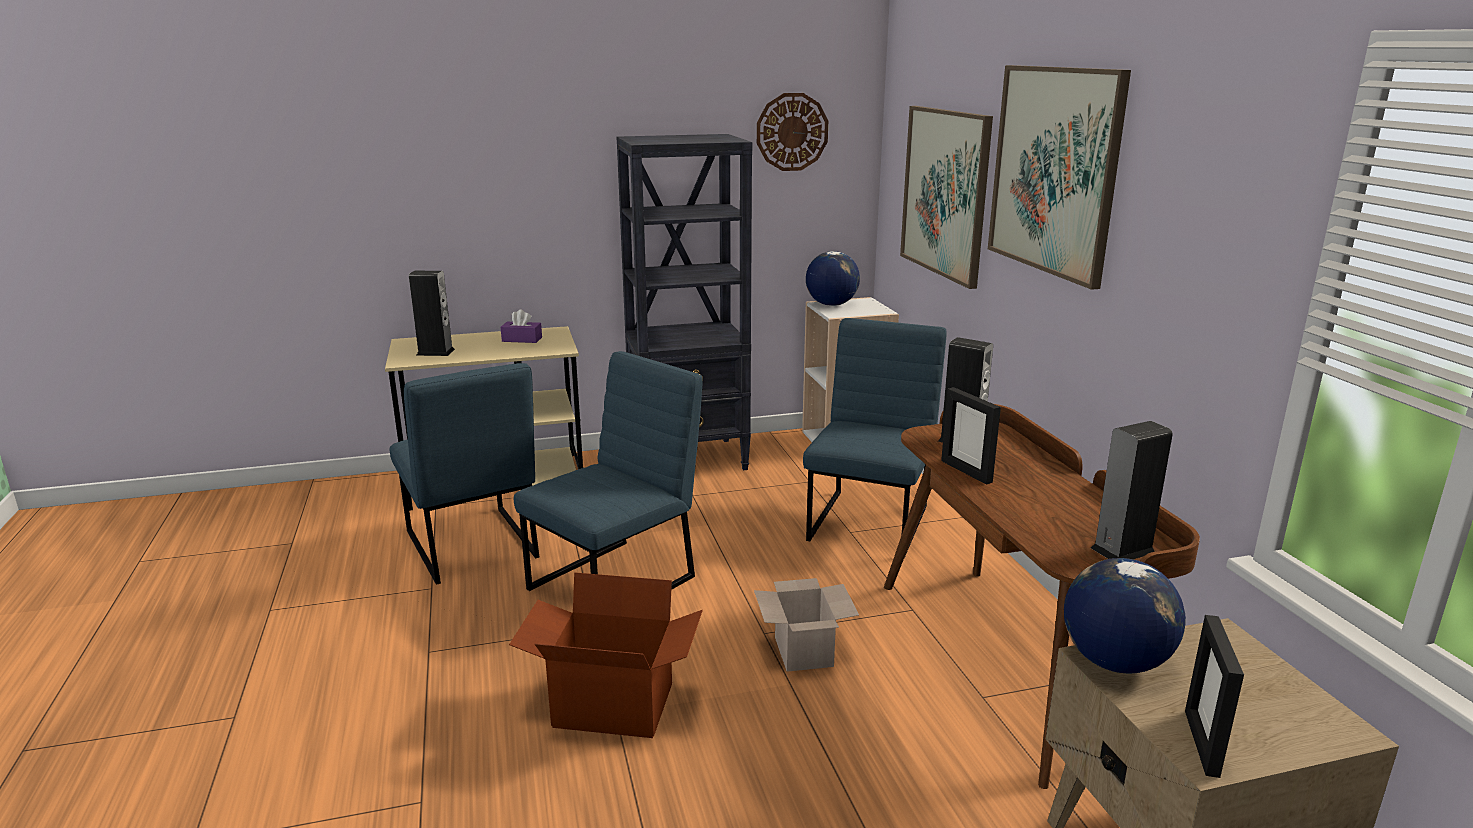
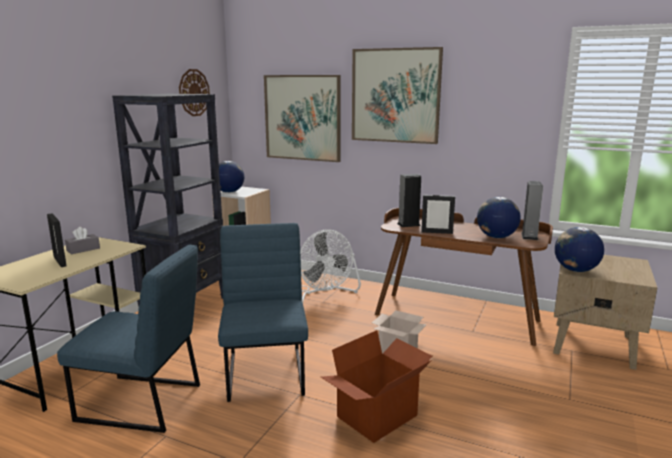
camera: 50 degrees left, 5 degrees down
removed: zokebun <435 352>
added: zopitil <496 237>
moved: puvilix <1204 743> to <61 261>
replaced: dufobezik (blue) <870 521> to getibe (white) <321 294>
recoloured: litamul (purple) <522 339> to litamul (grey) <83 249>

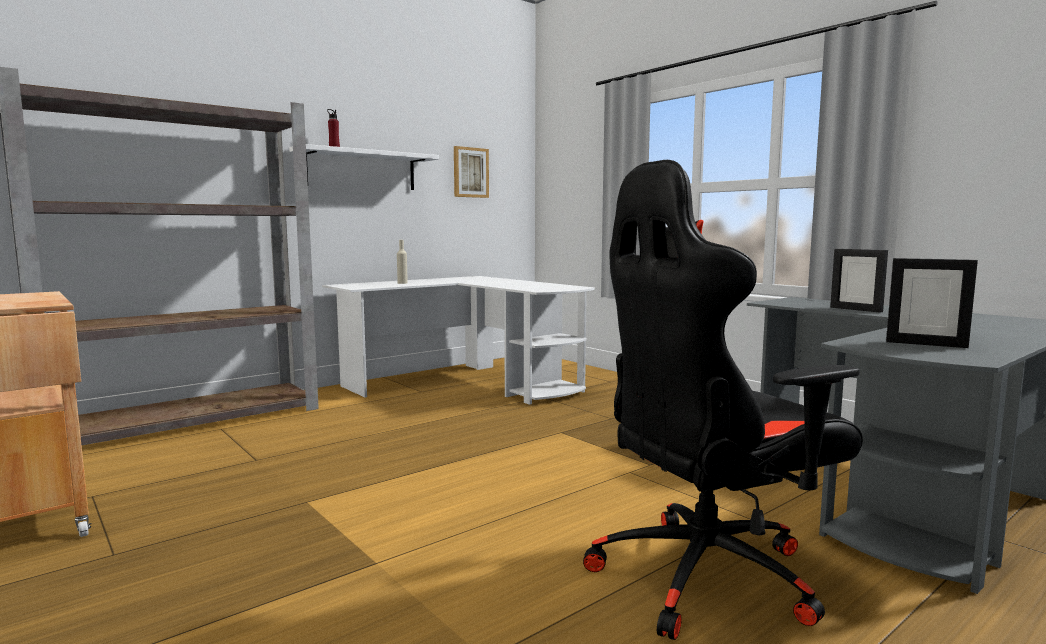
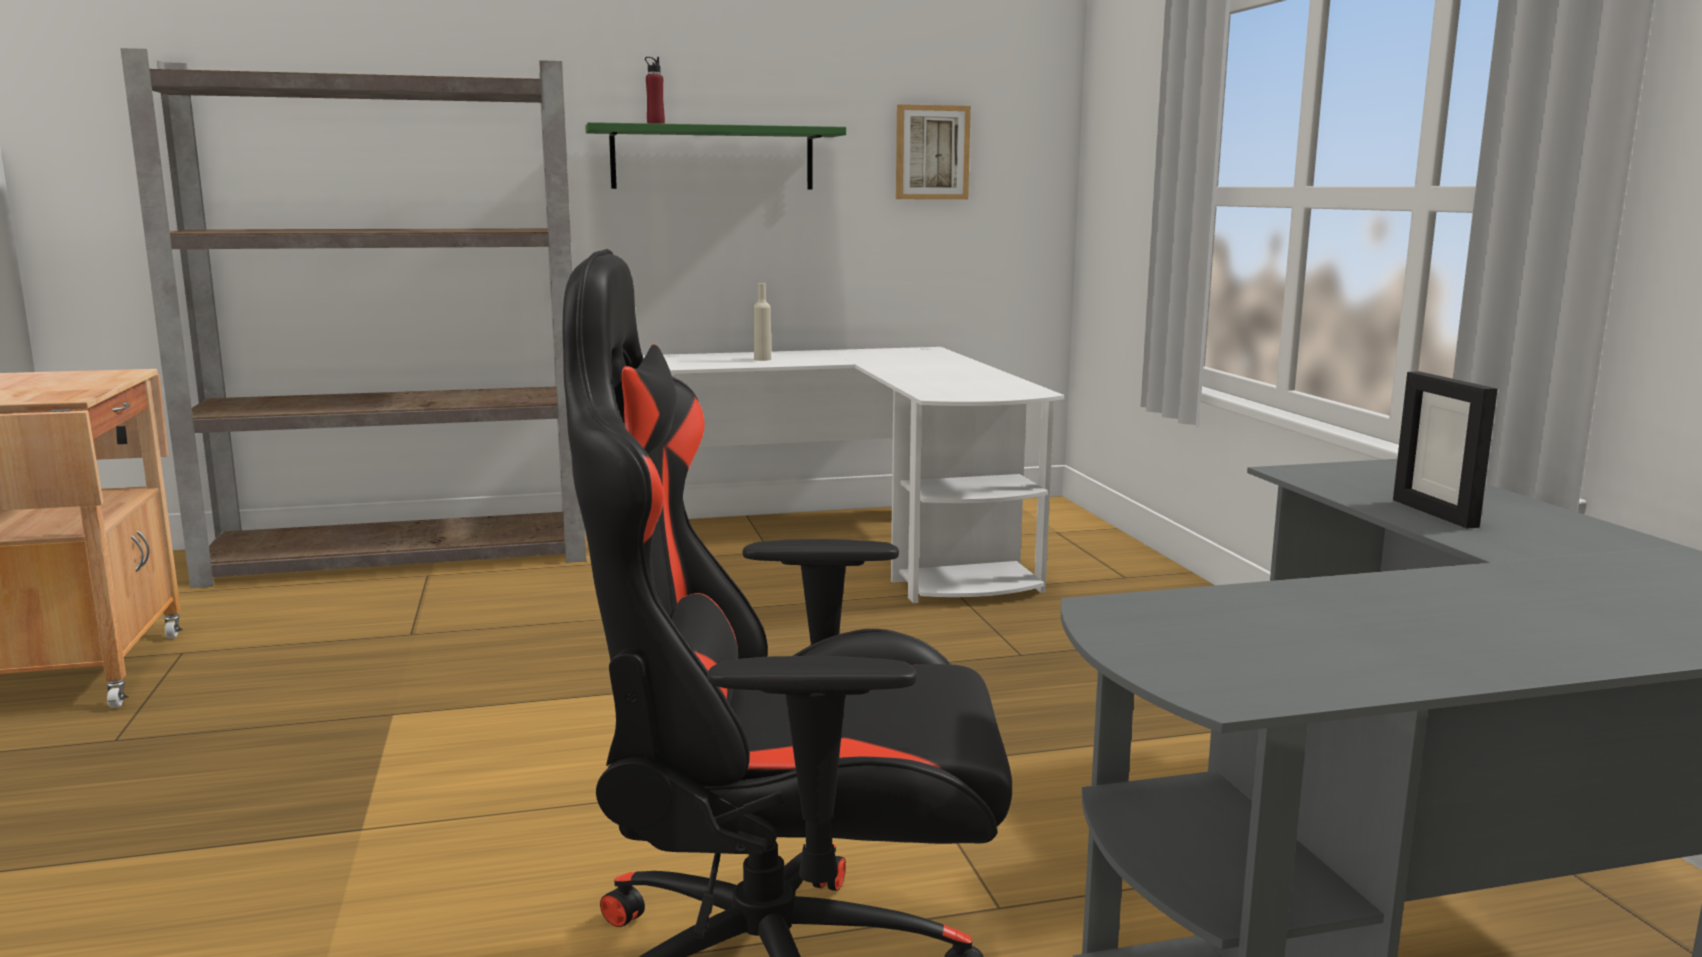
camera: 25 degrees right, 5 degrees up
removed: puvilix <925 344>
recoloured: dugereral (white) <361 170> to dugereral (green) <713 158>

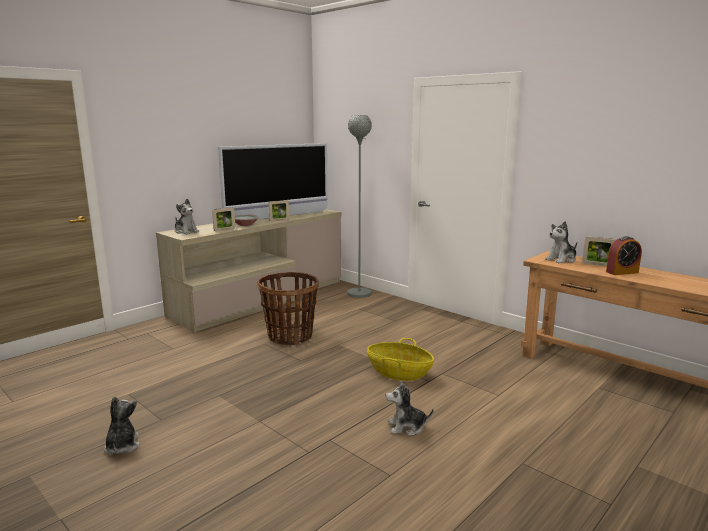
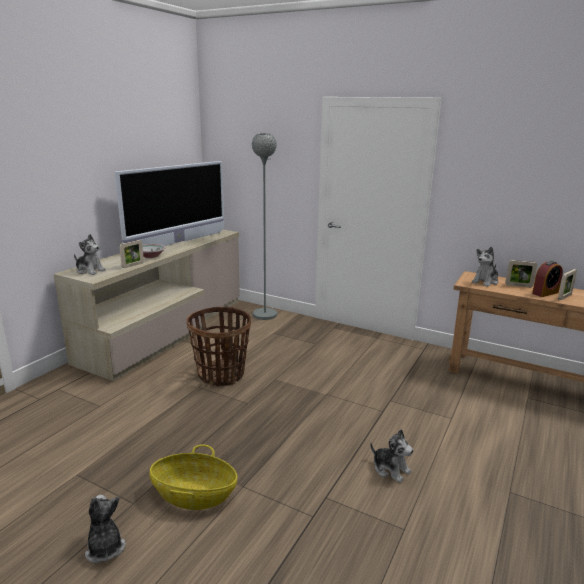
camera: 15 degrees left, 5 degrees up
moved: puvilix <279 220> to <564 297>; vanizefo <399 373> to <194 495>
turned: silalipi <407 427> = <390 469> 120 degrees counterclockwise

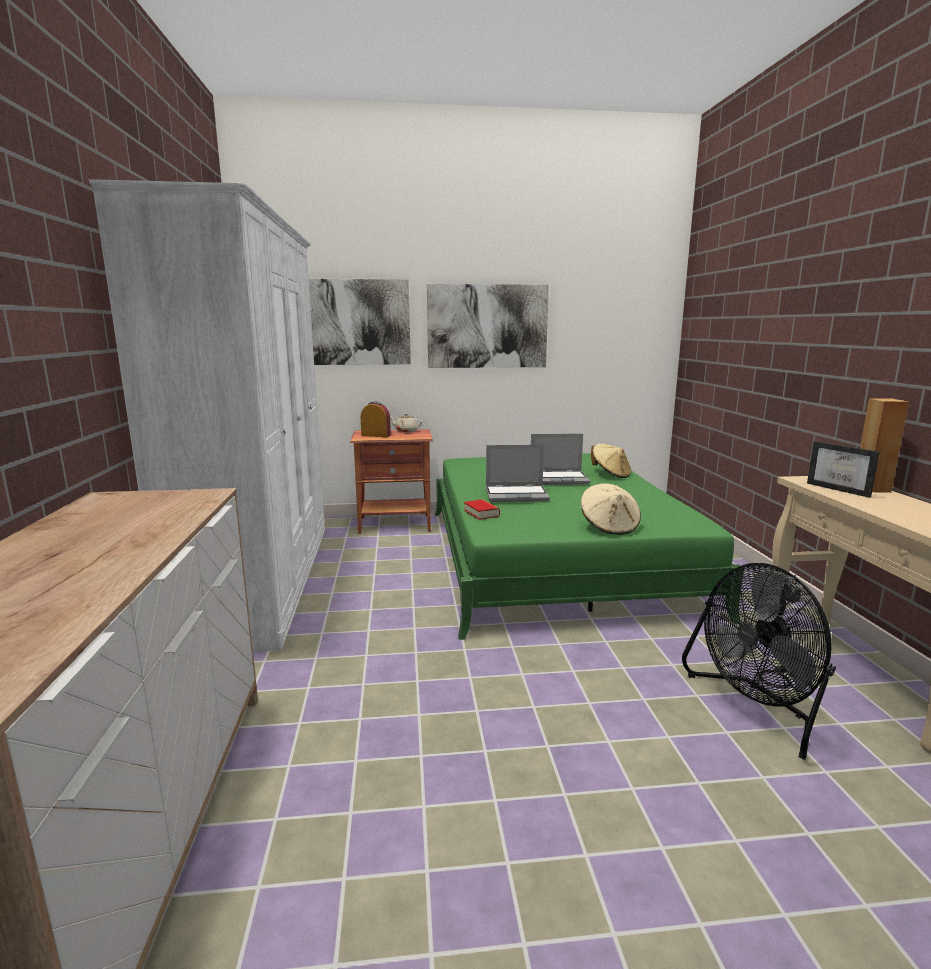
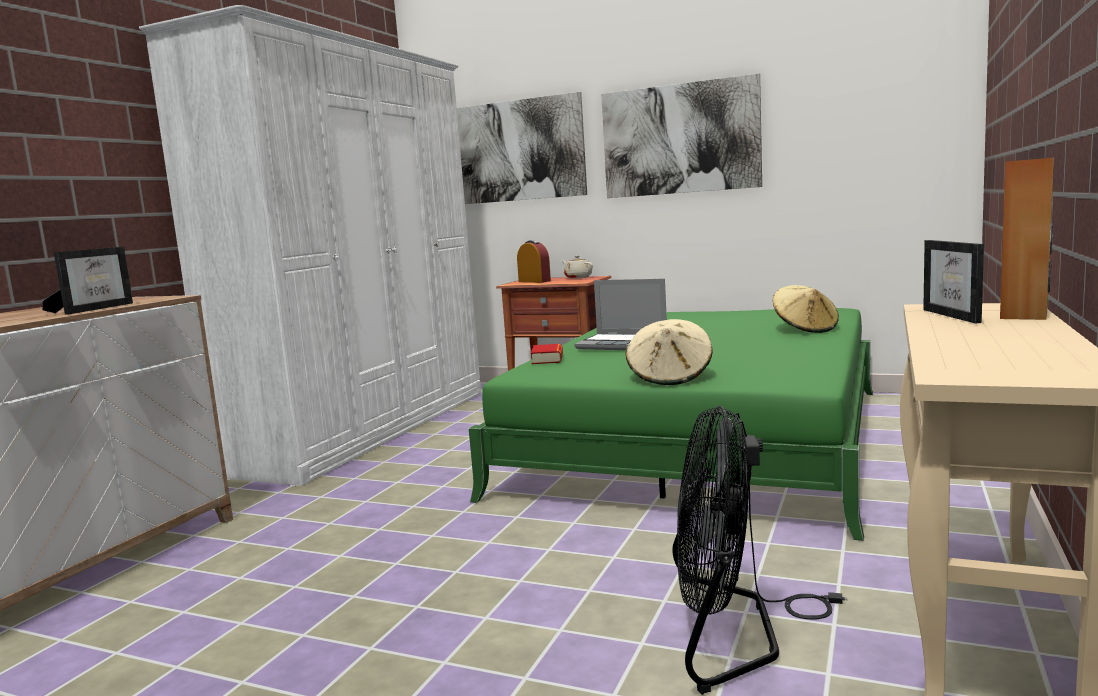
camera: 30 degrees right, 5 degrees down
removed: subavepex <559 479>
added: puvilix <95 309>

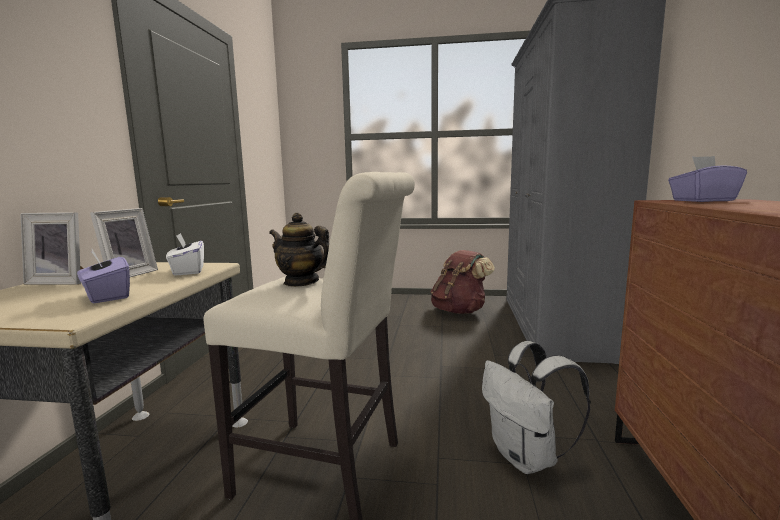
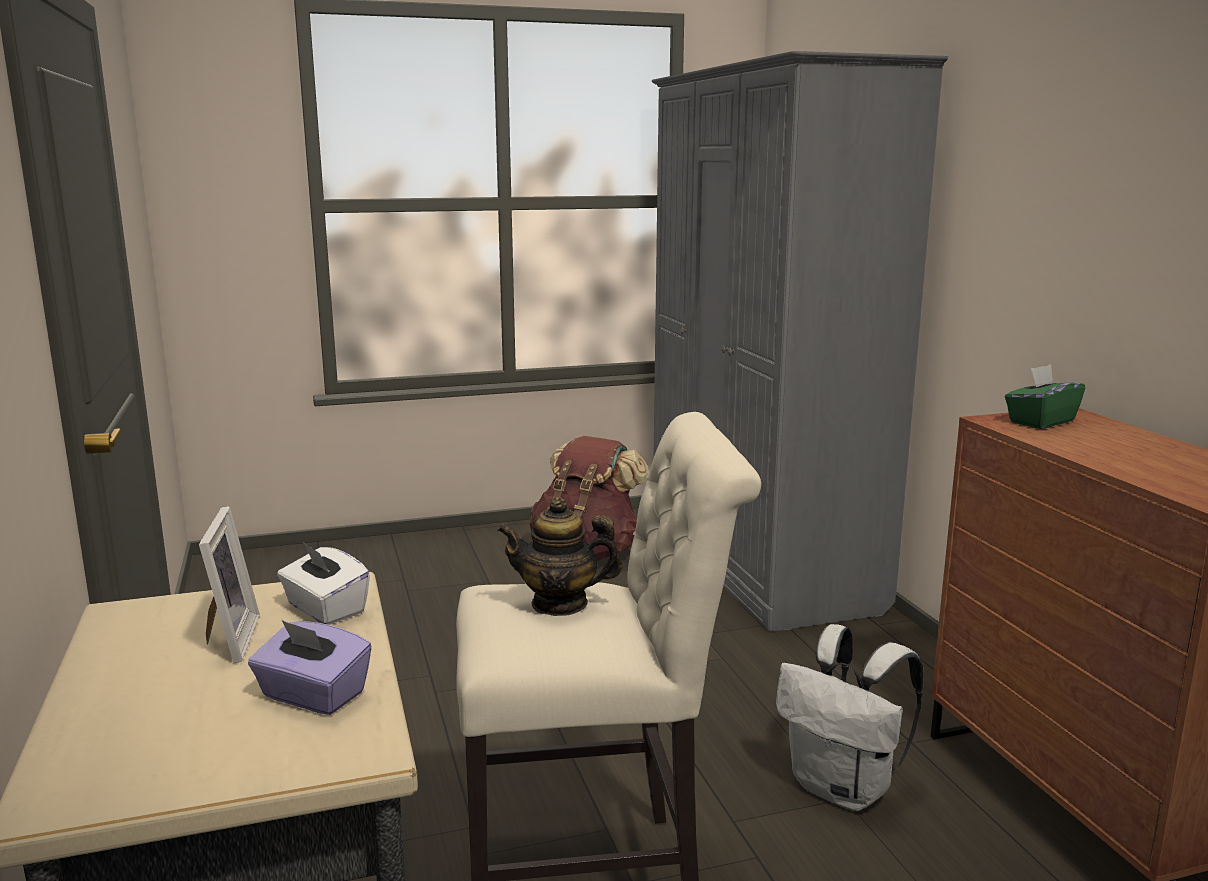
camera: 25 degrees left, 5 degrees up
removed: puvilix <61 281>
recoloured: litamul (purple) <702 200> to litamul (green) <1040 422>

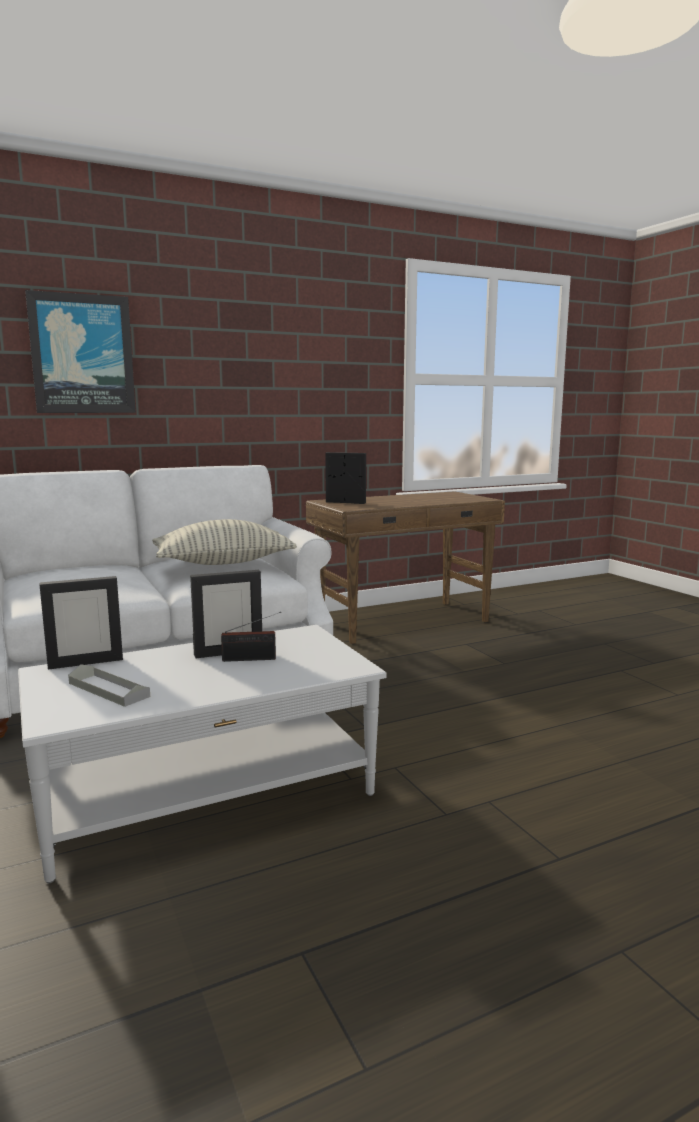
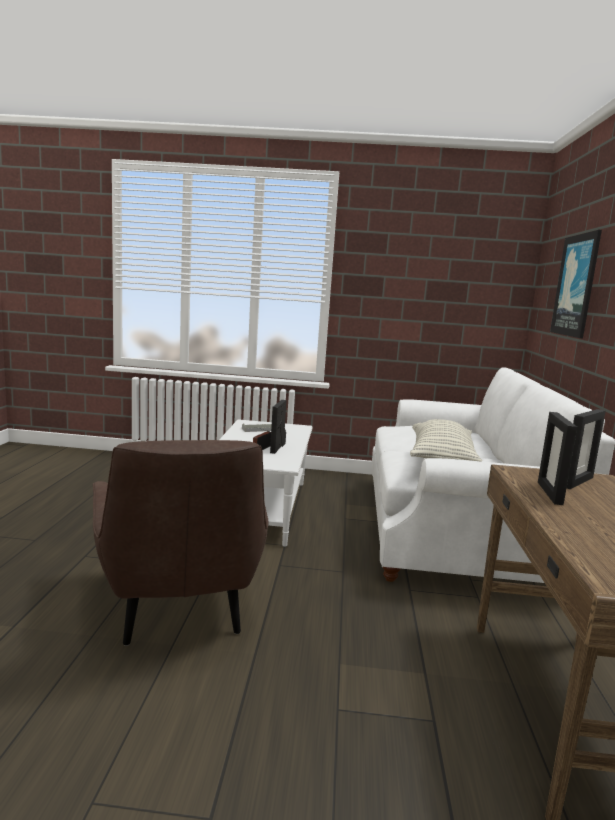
camera: 120 degrees right, 0 degrees up
added: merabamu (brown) <180 610>
moved: puvilix <85 662> to <551 493>

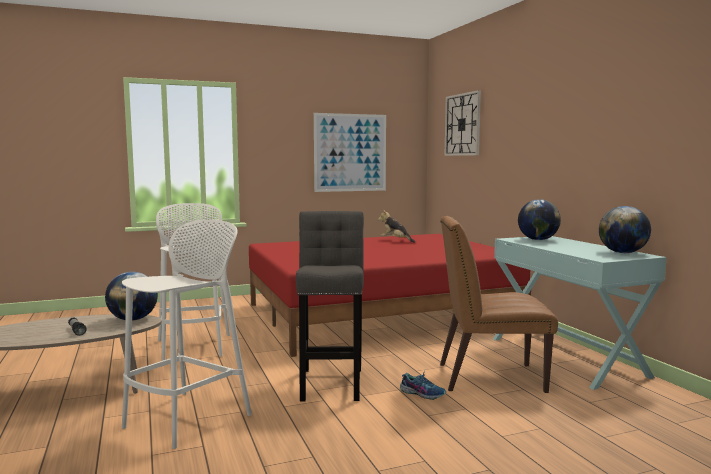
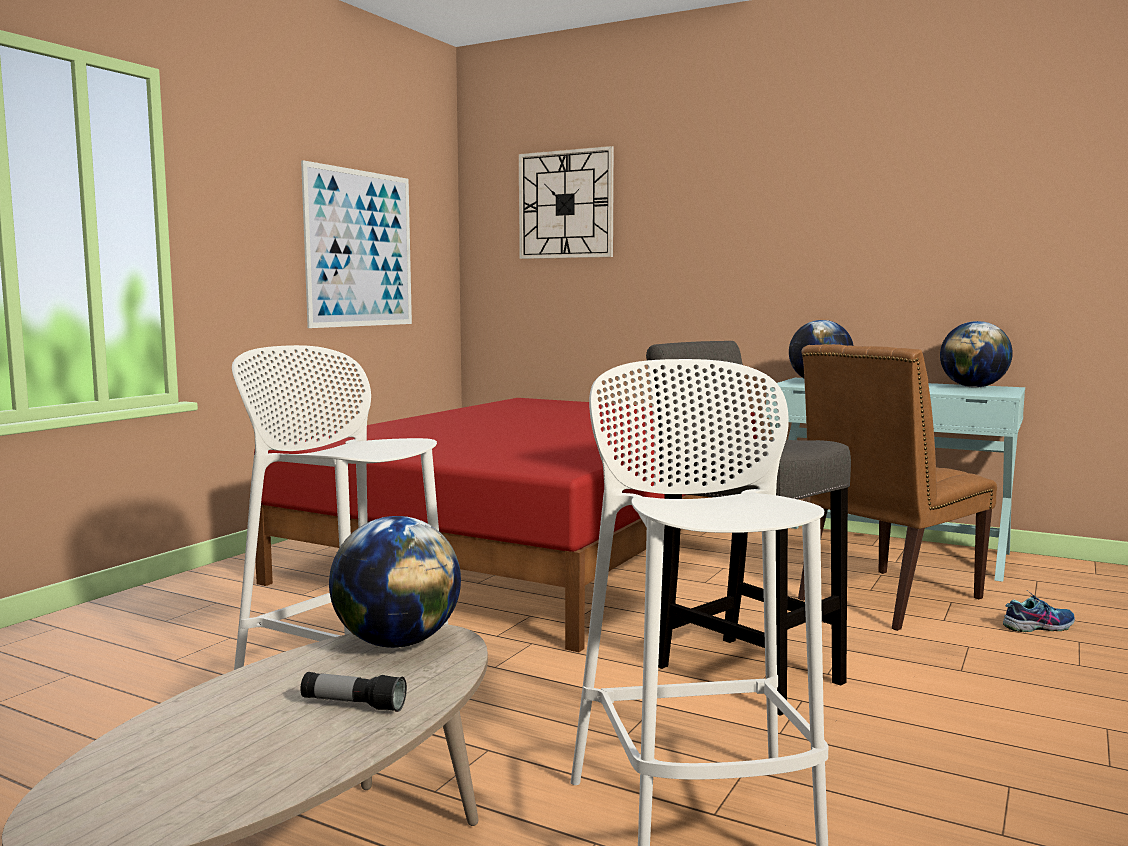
camera: 40 degrees left, 0 degrees up
removed: silalipi <395 240>
moved: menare <422 393> to <1038 626>

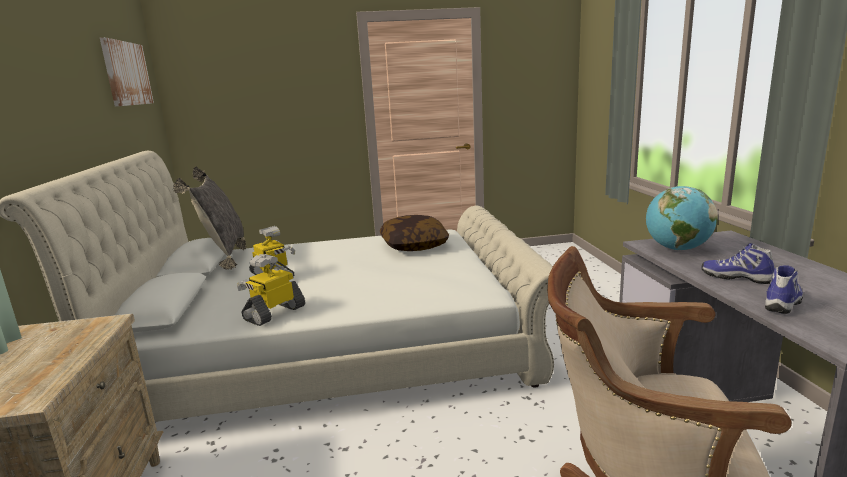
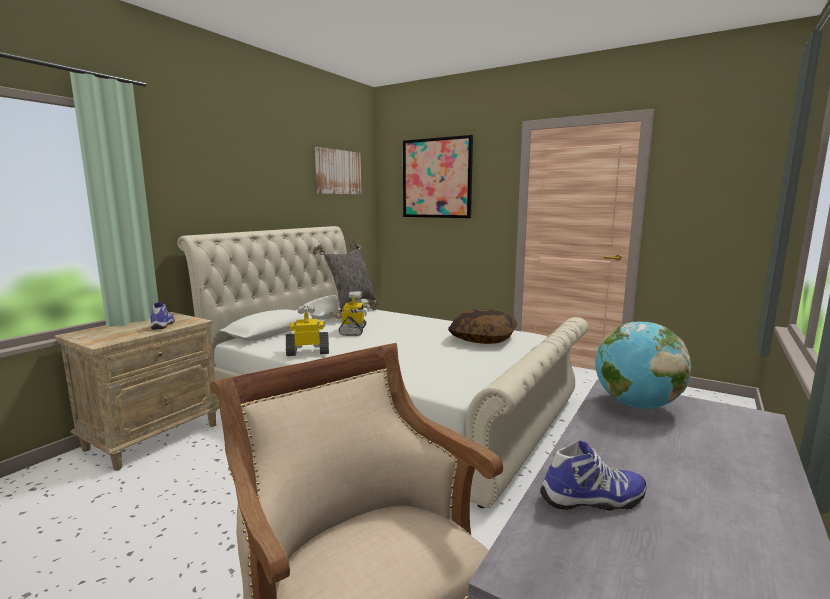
camera: 40 degrees right, 5 degrees down
added: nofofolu <437 178>
moved: menare <737 277> to <163 325>

